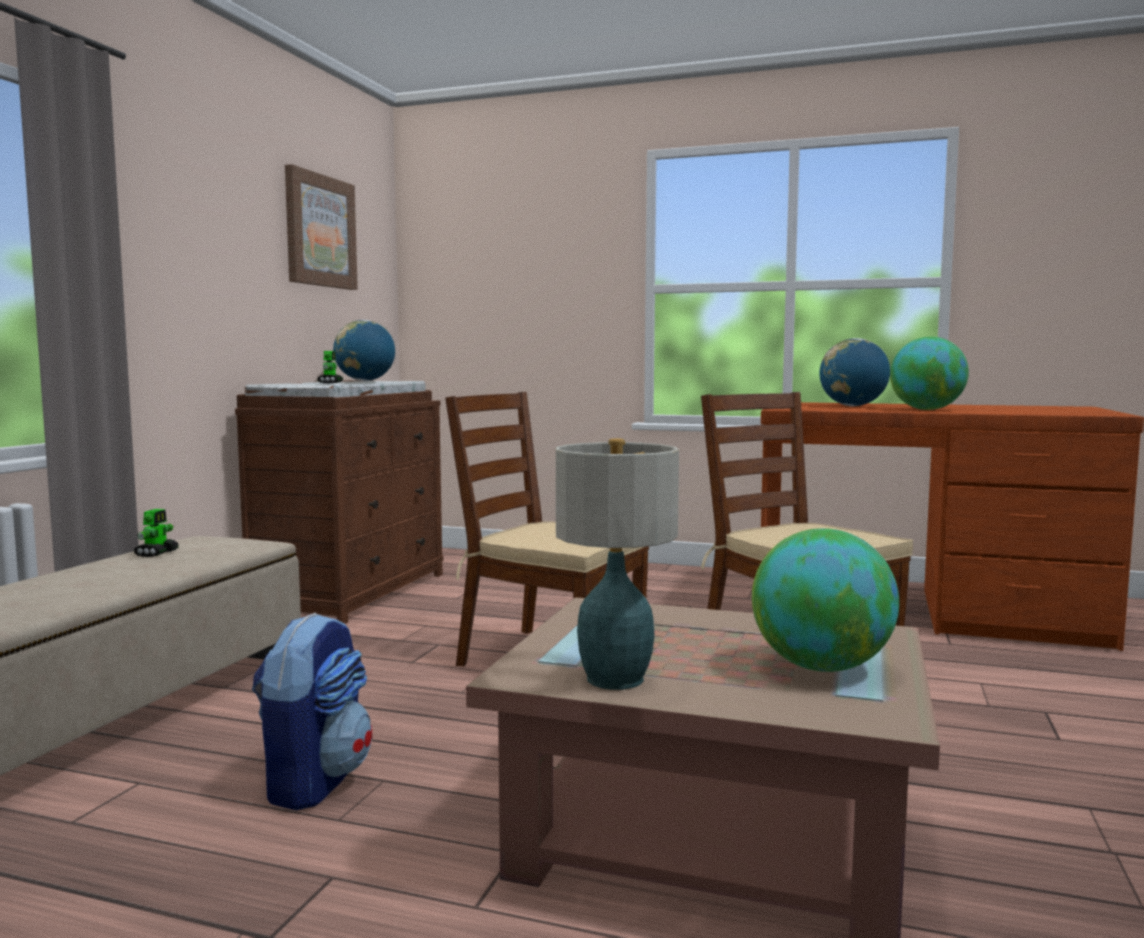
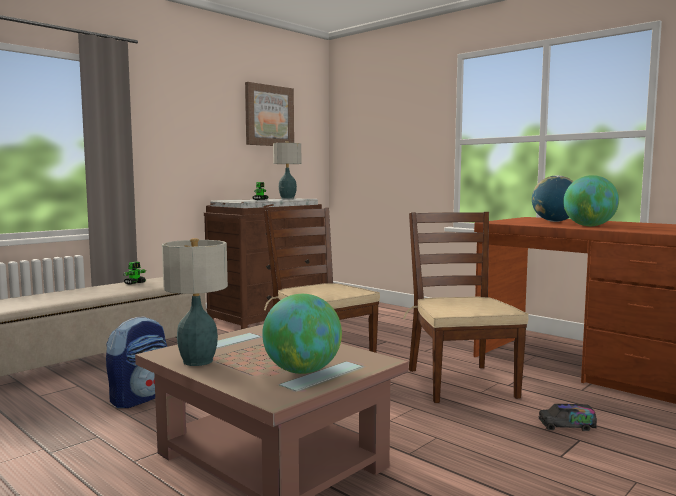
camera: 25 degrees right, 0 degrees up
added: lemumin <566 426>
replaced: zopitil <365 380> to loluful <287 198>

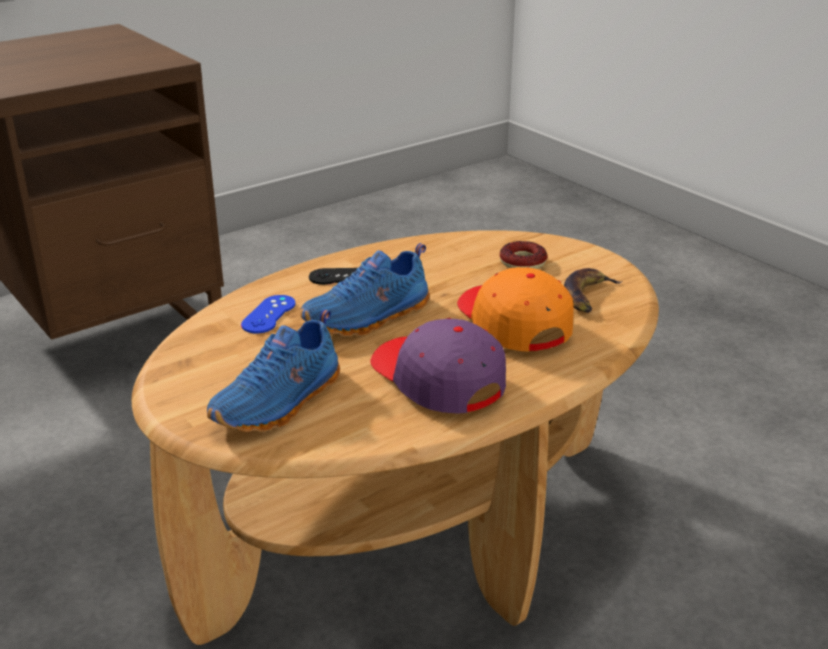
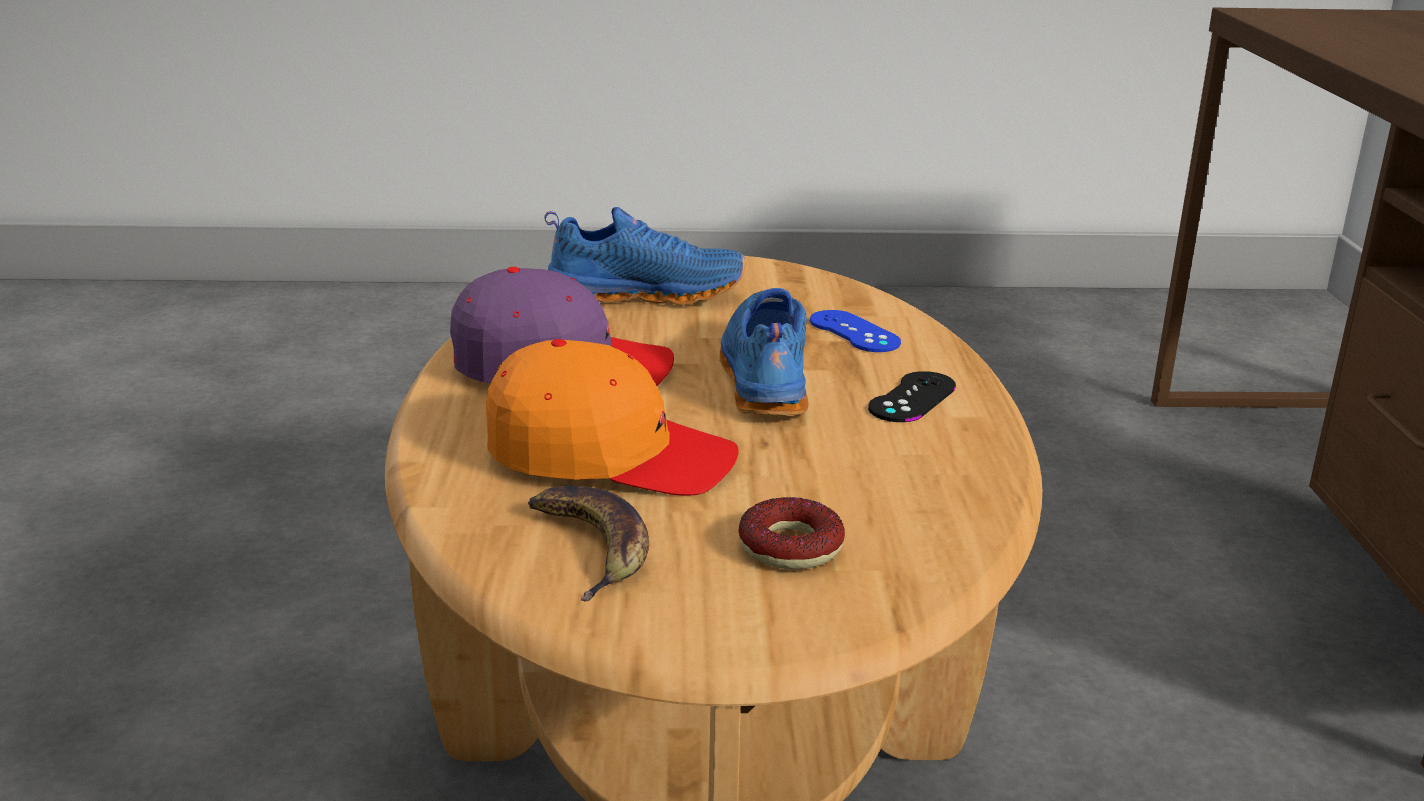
camera: 125 degrees right, 5 degrees down
turned: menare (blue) <280 403> = <644 294> 105 degrees clockwise

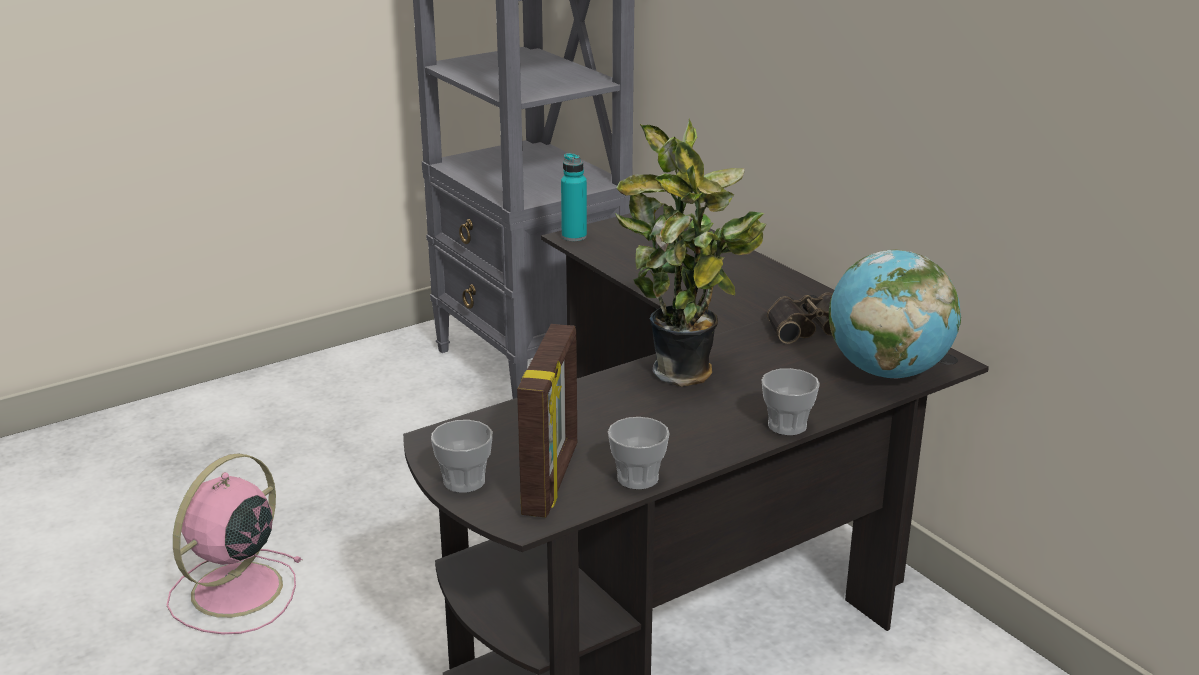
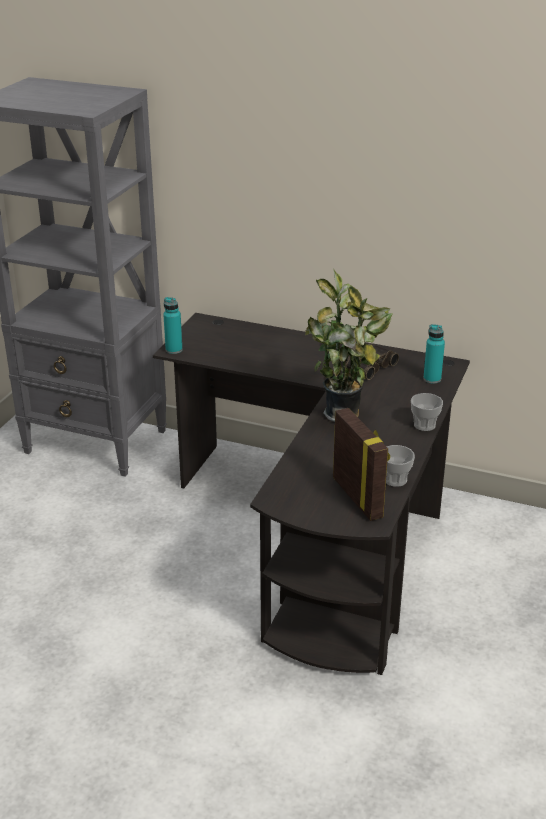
camera: 35 degrees left, 5 degrees up
removed: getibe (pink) <234 592>; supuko <464 481>
replaced: zopitil <887 371> to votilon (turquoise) <432 379>

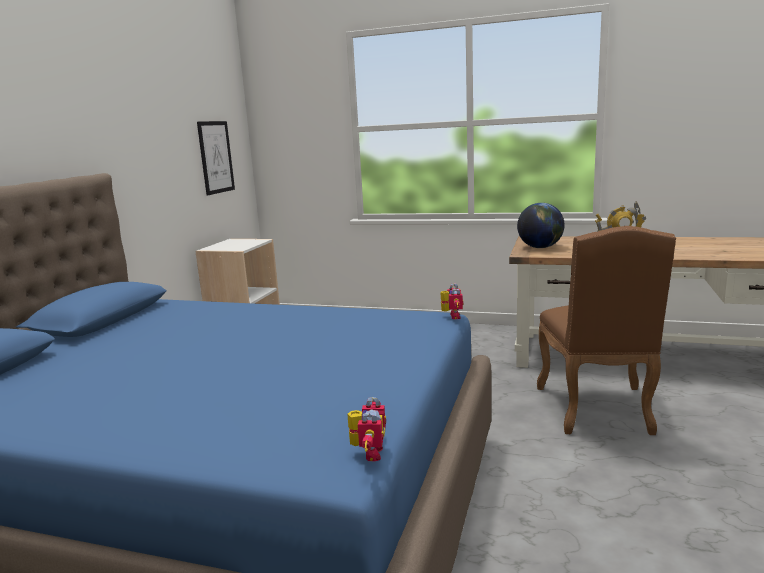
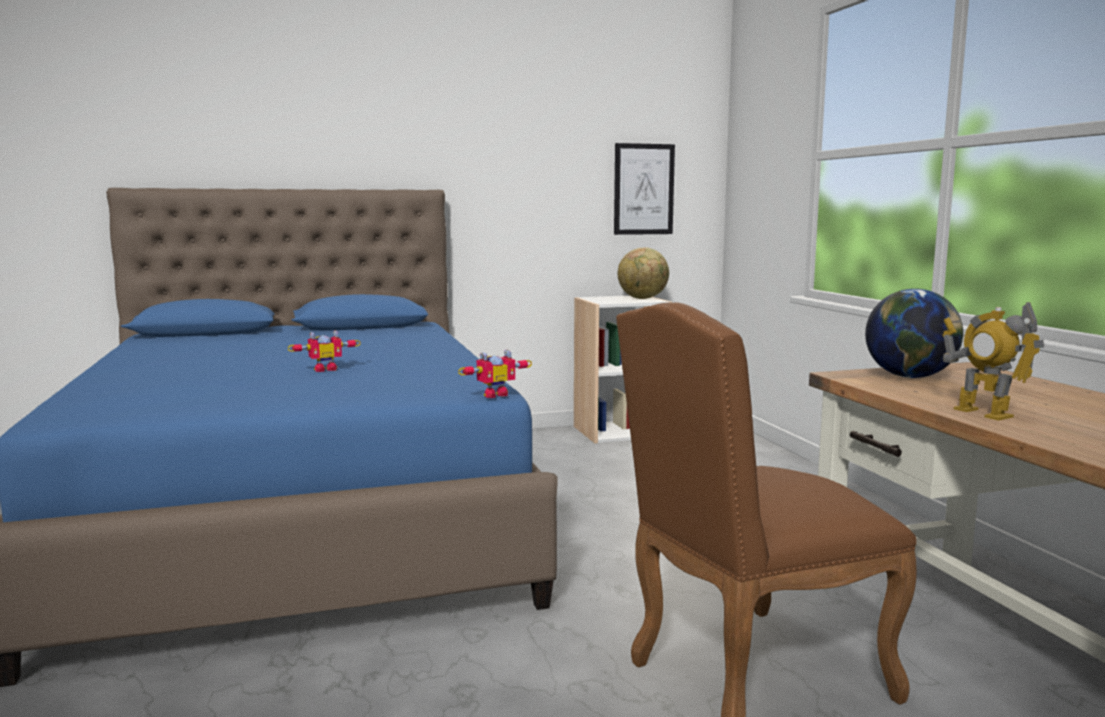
camera: 55 degrees right, 5 degrees down
added: zopitil <643 298>
moved: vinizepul <368 453> to <325 369>

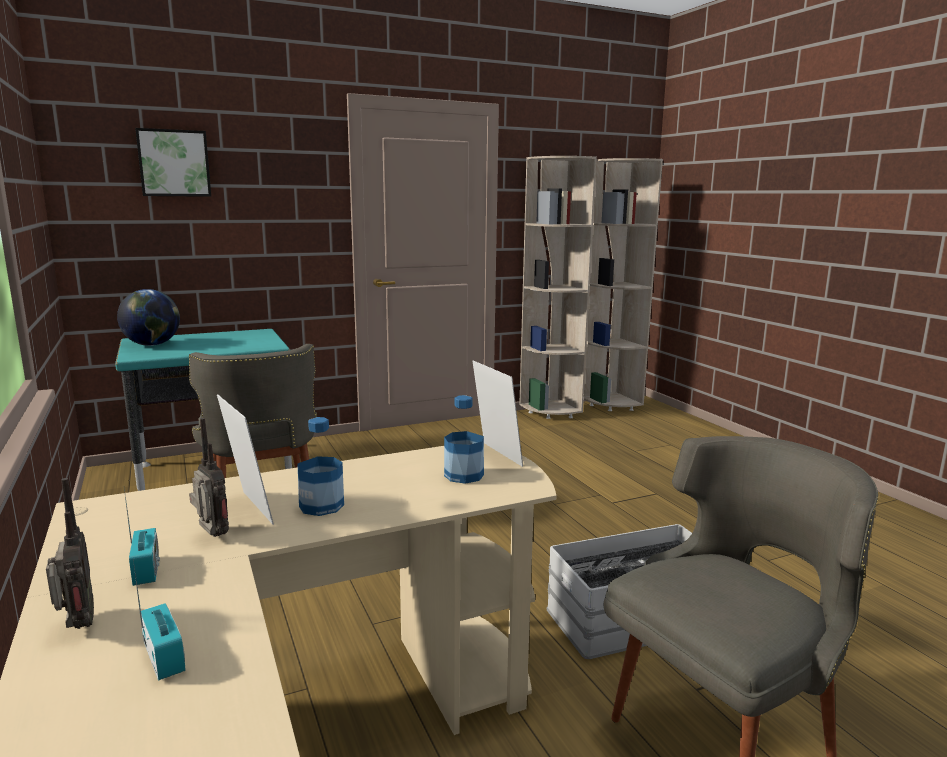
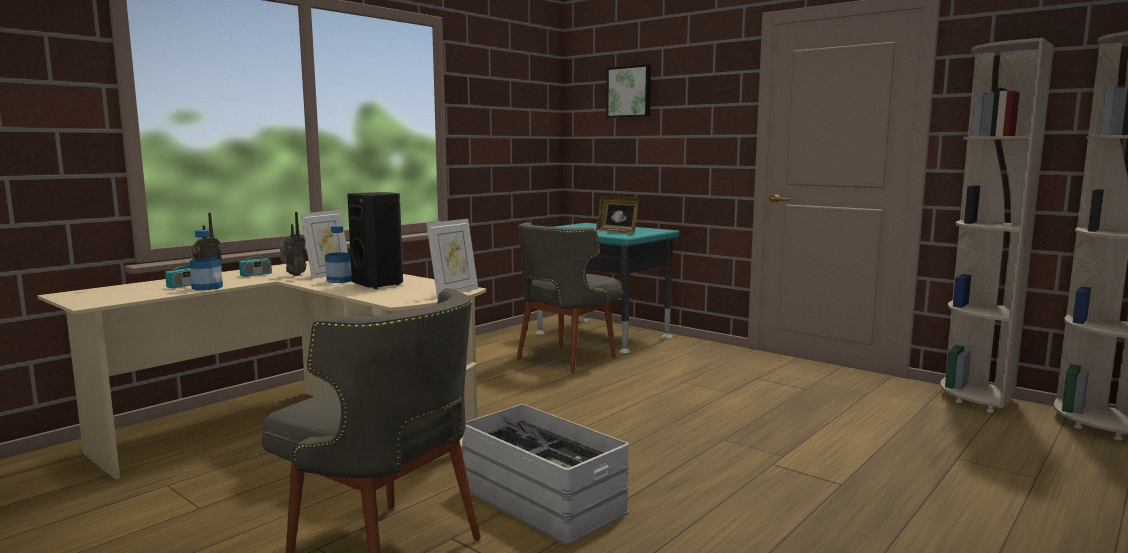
camera: 65 degrees right, 5 degrees down
removed: zopitil <152 345>
added: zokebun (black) <379 284>; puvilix <617 232>
moved: votilon <464 475> to <207 287>

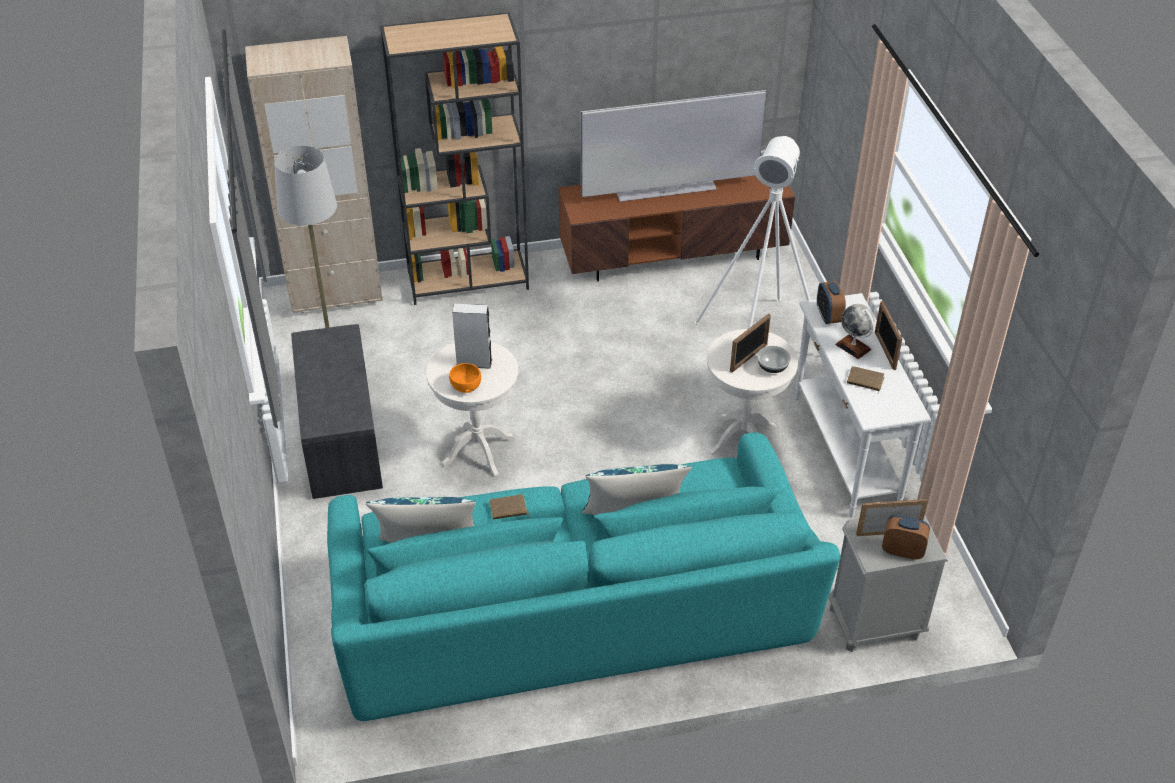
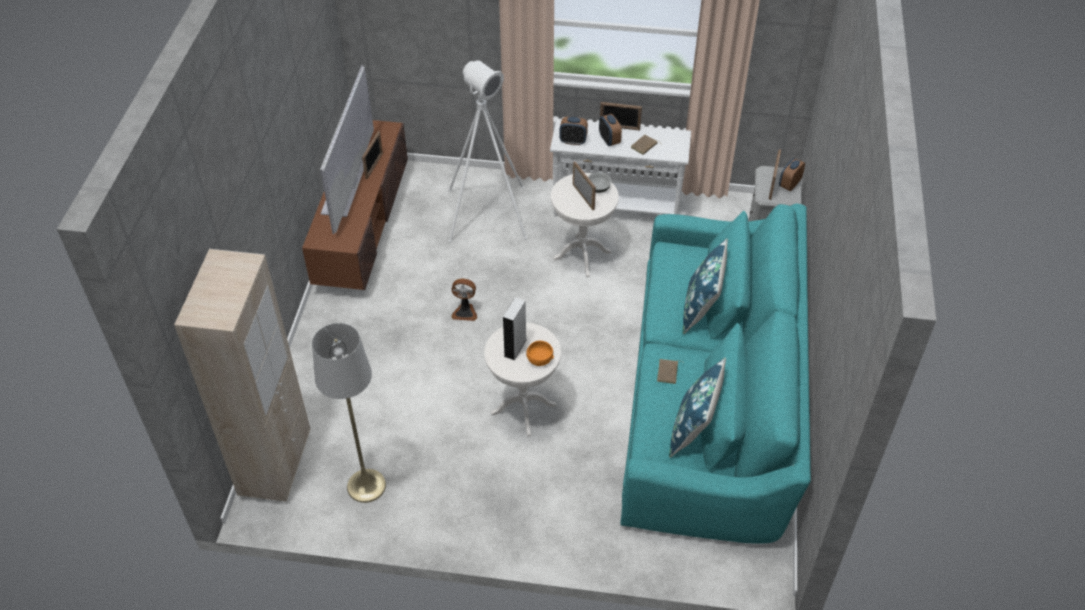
camera: 70 degrees left, 5 degrees up
removed: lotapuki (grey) <339 439>; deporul <468 280>
added: puvilix <374 166>; getibe <465 312>
replaced: zopitil <853 347> to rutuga <609 140>

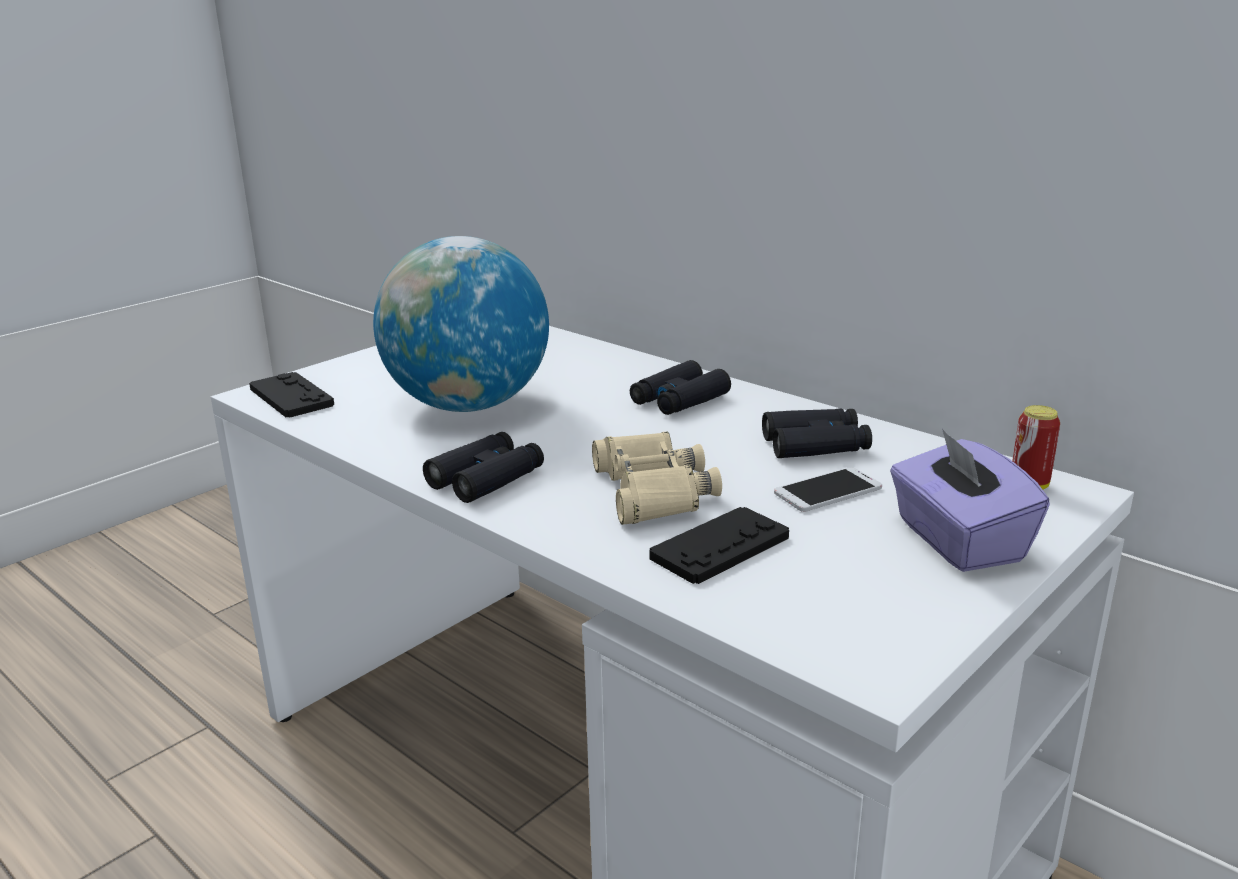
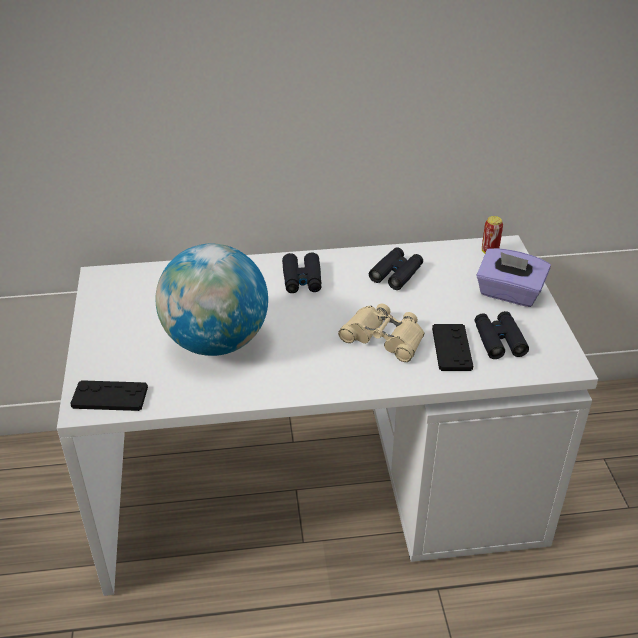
camera: 50 degrees left, 15 degrees up
removed: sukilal <828 490>
moved: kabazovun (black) <486 478> to <499 340>

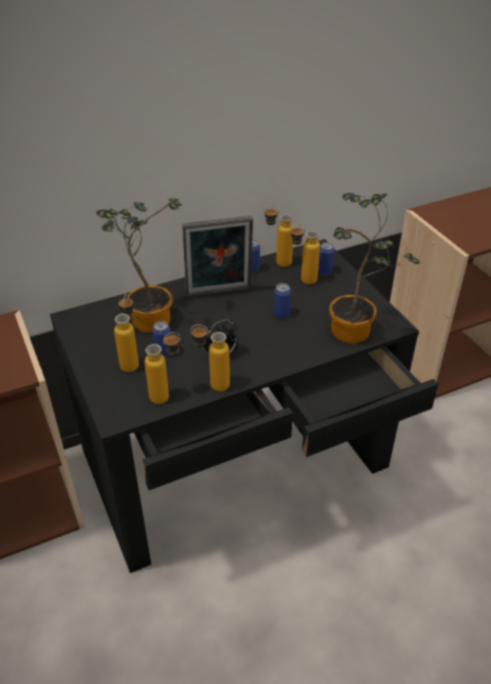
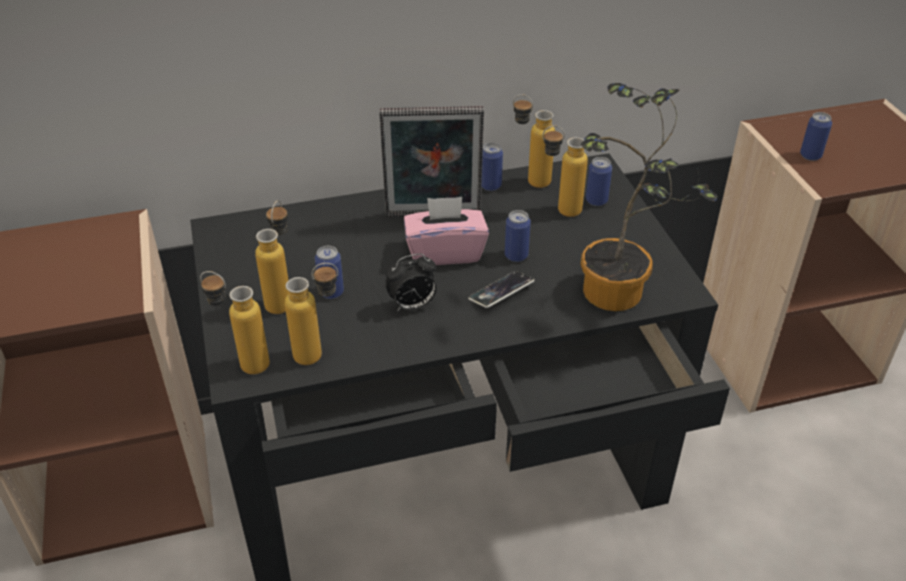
camera: 10 degrees right, 0 degrees up
removed: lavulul <147 317>
added: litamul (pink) <445 252>; sukilal <501 292>; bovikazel <810 155>
moved: votilon <212 385> to <243 363>

